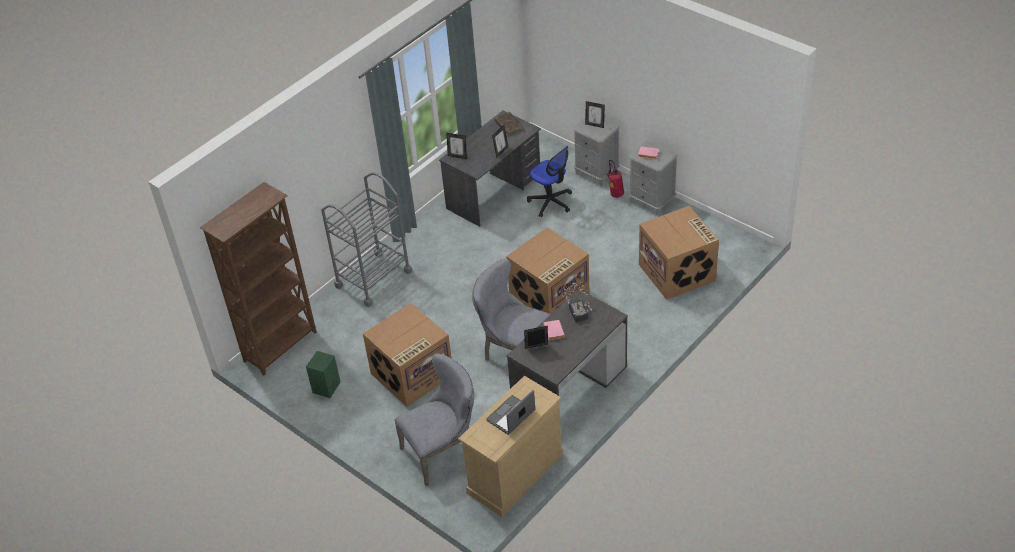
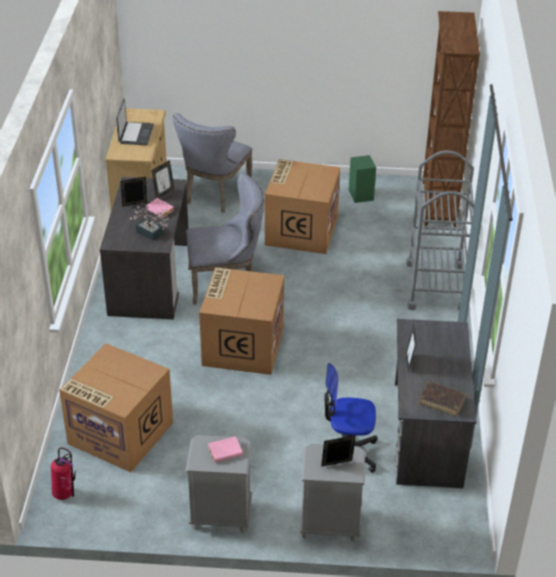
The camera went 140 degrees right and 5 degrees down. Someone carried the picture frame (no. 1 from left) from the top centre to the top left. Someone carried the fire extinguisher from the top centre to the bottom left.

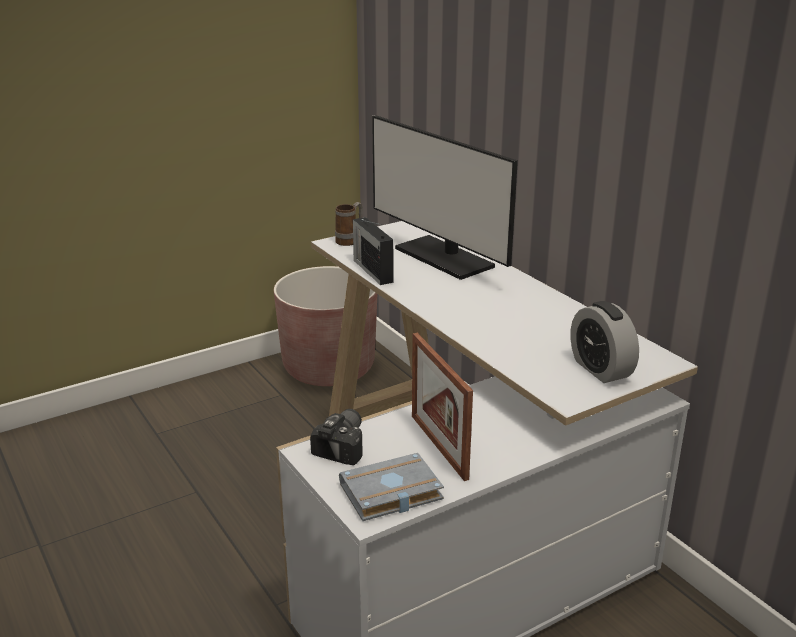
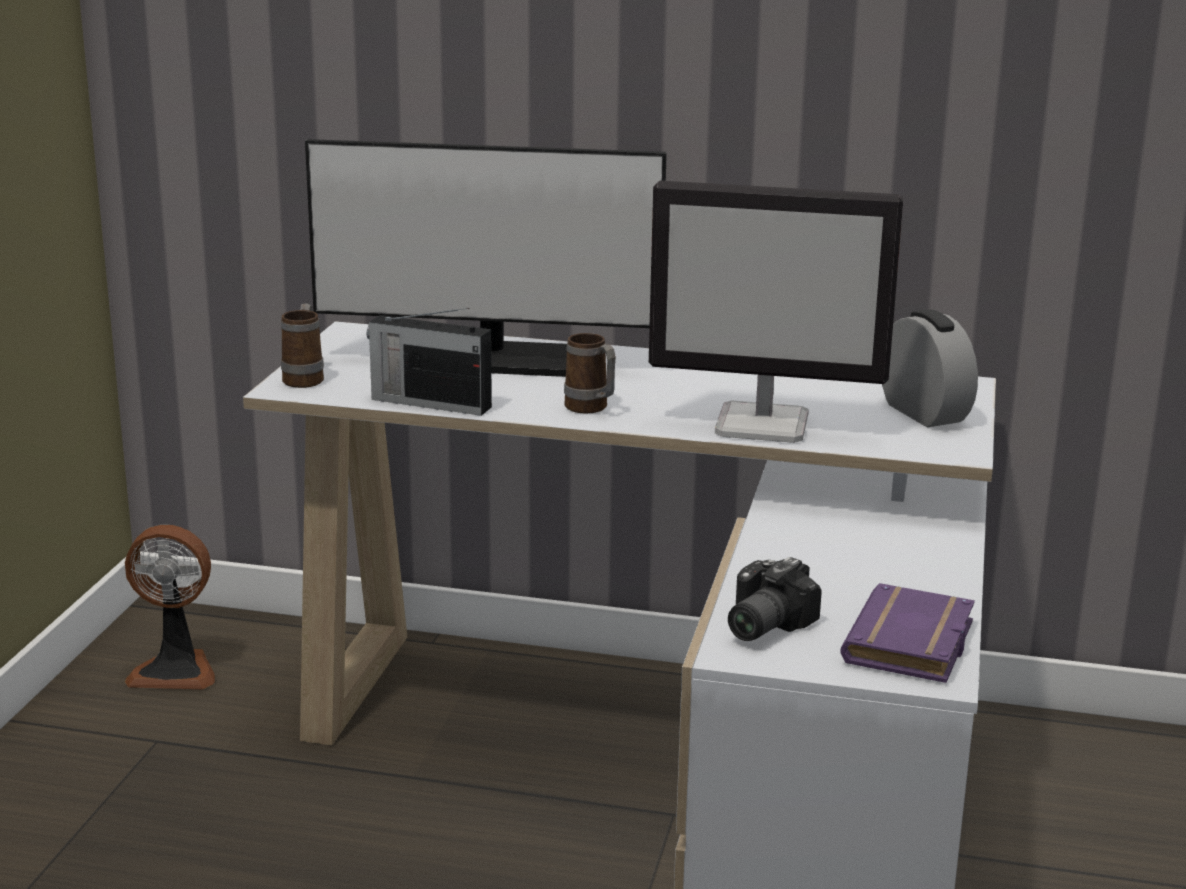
The camera went 45 degrees left and 5 degrees down. Someone swapped the planter (brown) at the centre for the fan at the bottom left. Someone rotated the photo camera at the bottom centre by 120 degrees counterclockwise. Someone repainted the book (grey) at the bottom centre, which became the book (purple) at the bottom right. Someone took away the picture frame at the centre. Someone rotated the alarm clock at the middle right by 135 degrees counterclockwise. Someone put down the mug (no. 2 from left) at the centre. Someone put down the monitor (no. 2 from left) at the centre.

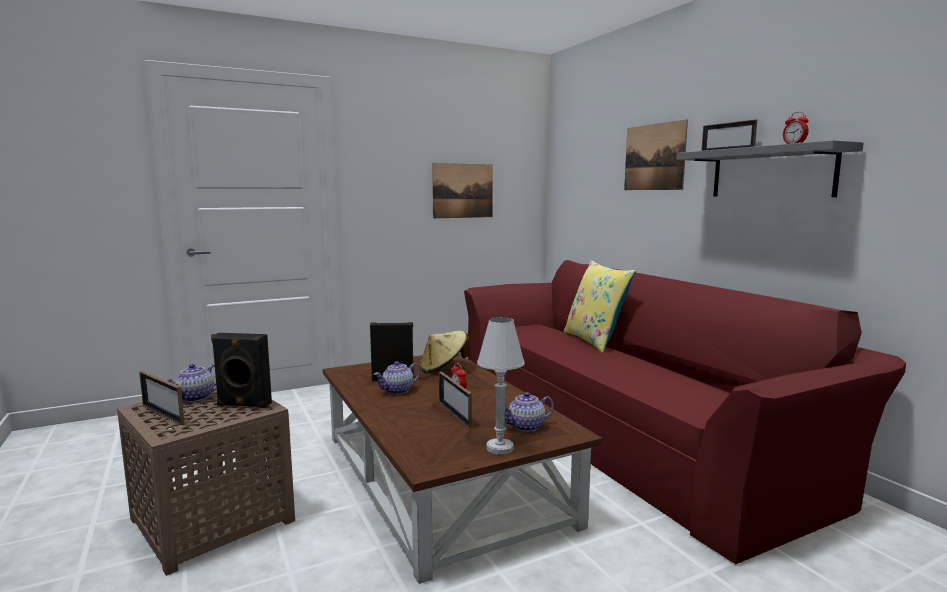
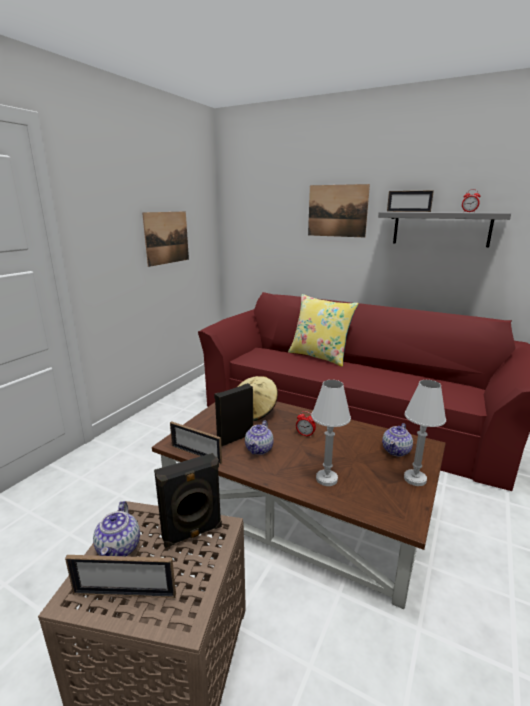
The camera went 35 degrees left and 10 degrees up. Someone carried the picture frame (no. 2 from left) from the bottom centre to the centre. Someone put down the table lamp (white) (no. 1 from left) at the centre.

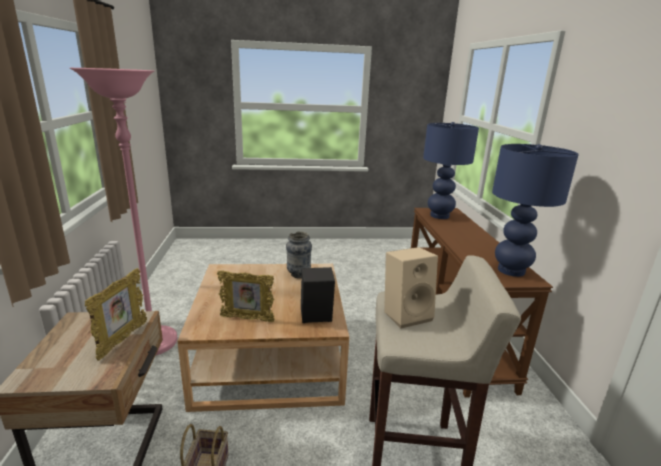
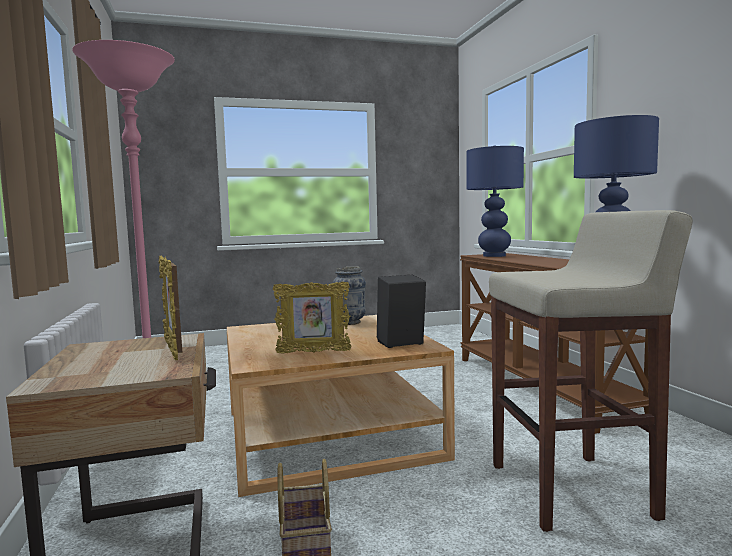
The camera went 10 degrees left and 15 degrees down. Someone rotated the picture frame (no. 1 from left) at the bottom left by 150 degrees clockwise. Someone took away the speaker (beige) at the centre.

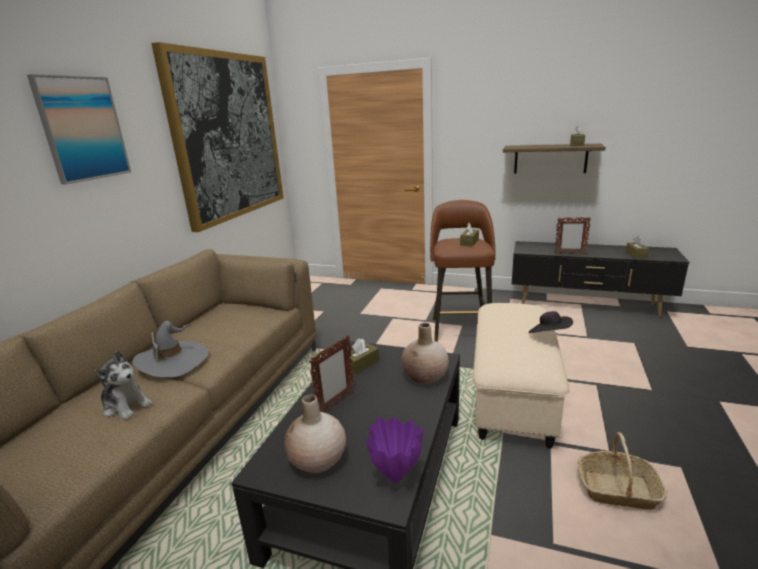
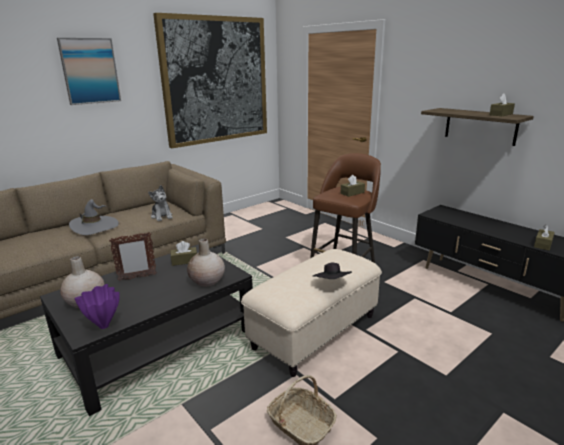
The camera went 30 degrees right and 0 degrees up. Someone carried the plush toy from the bottom left to the middle left. Someone took away the picture frame (no. 2 from left) at the middle right.

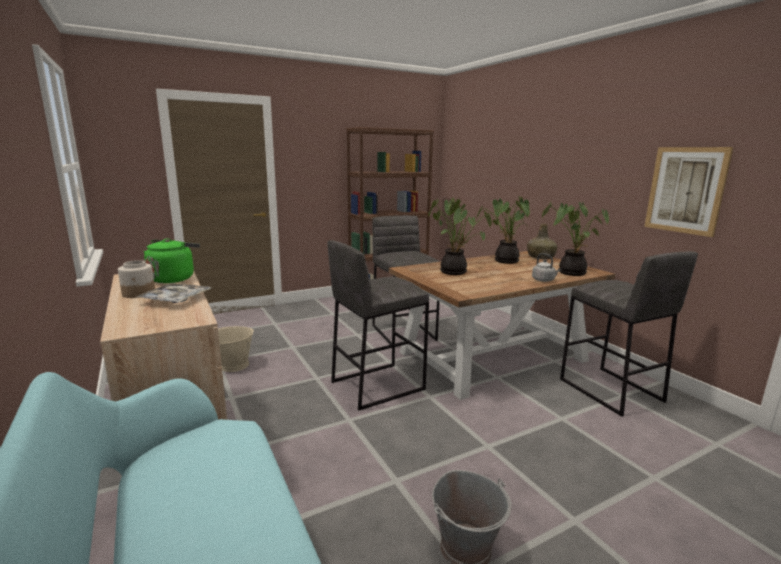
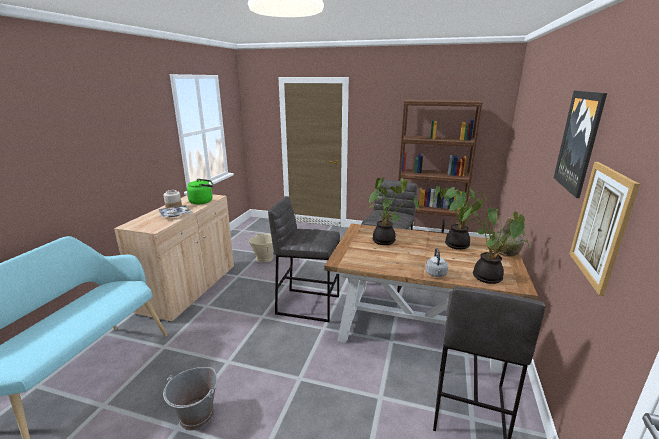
The camera went 45 degrees right and 5 degrees up. Someone put up the picture (no. 1 from left) at the top right.

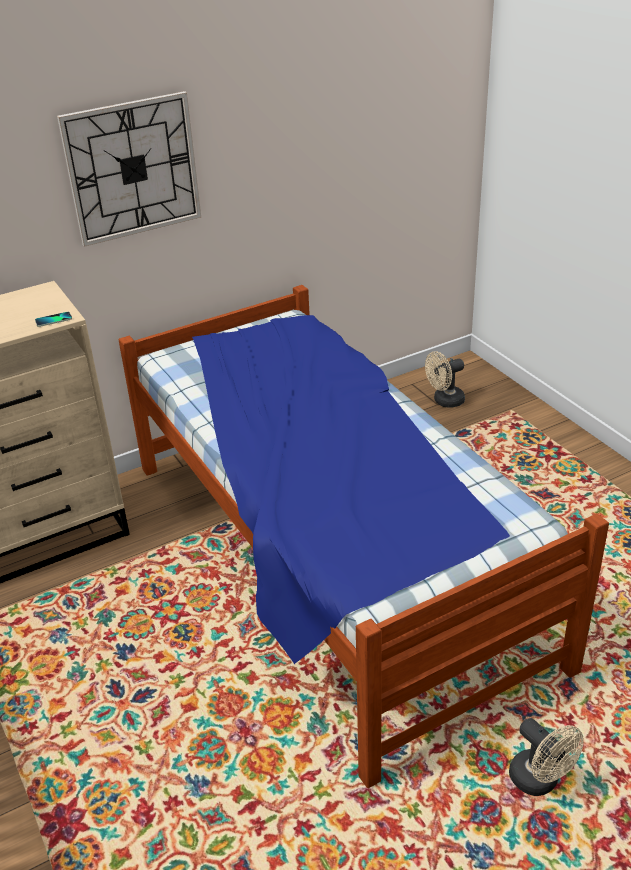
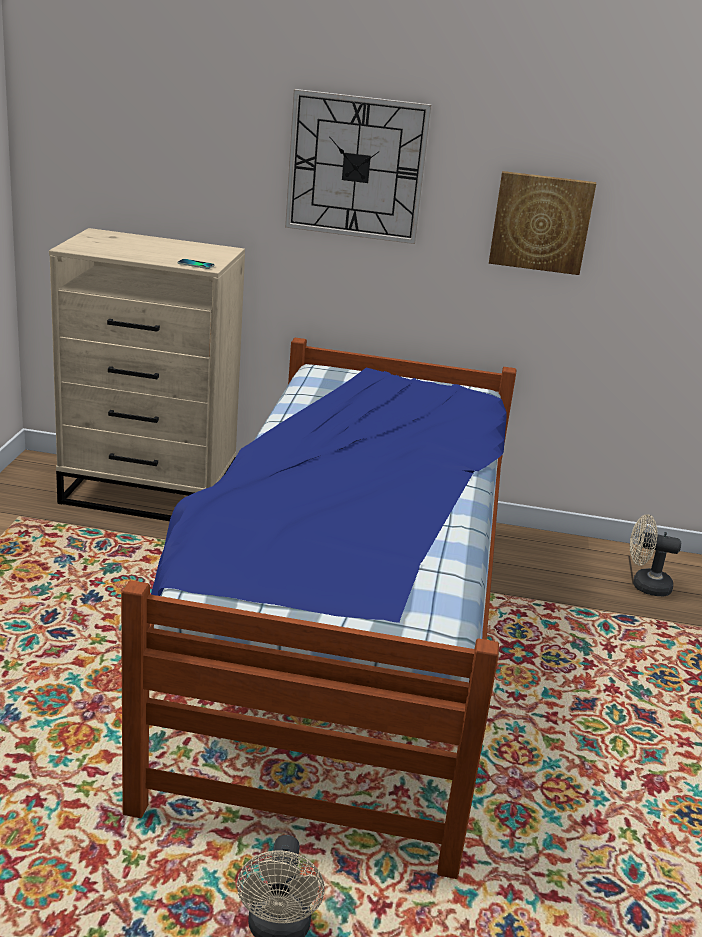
The camera went 35 degrees right and 10 degrees down. Someone put up the picture at the top right.

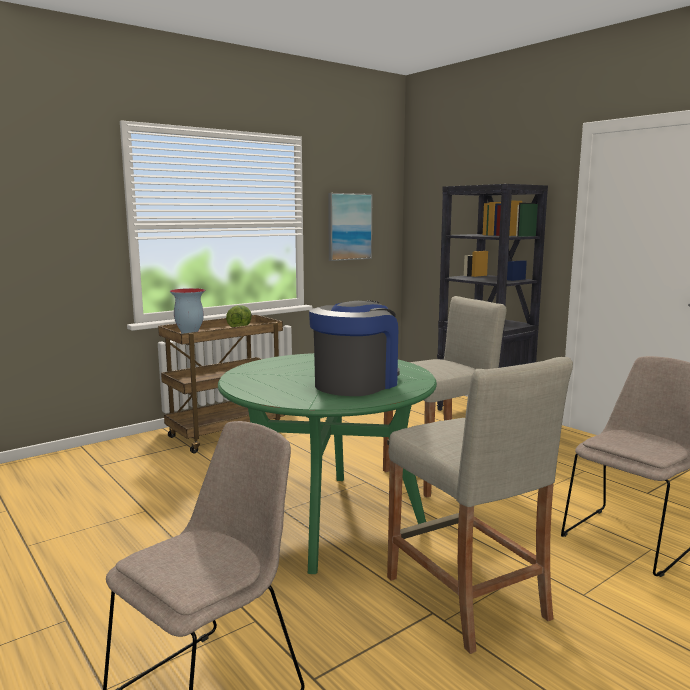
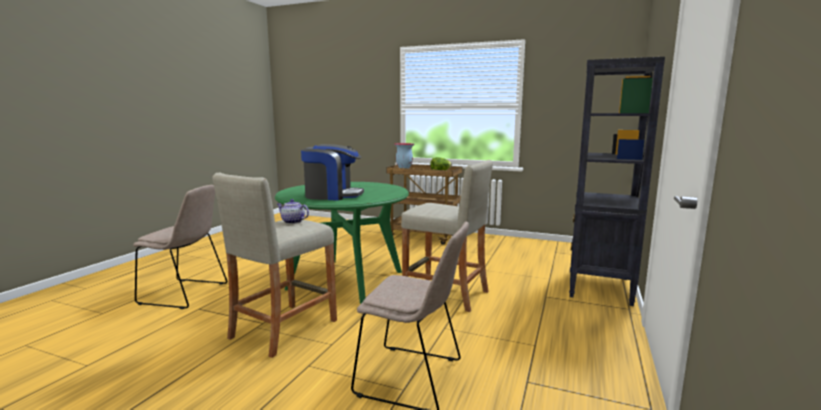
The camera went 60 degrees right and 0 degrees up. Someone took away the picture at the top centre. Someone put down the teapot at the centre.

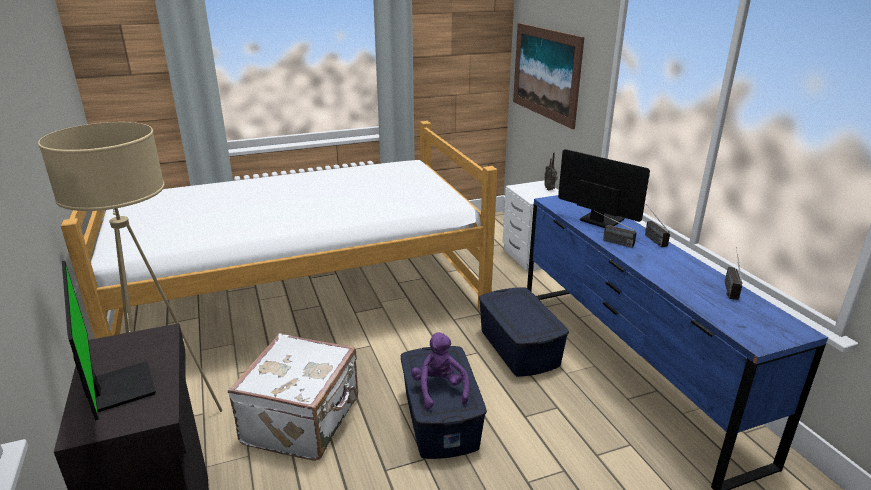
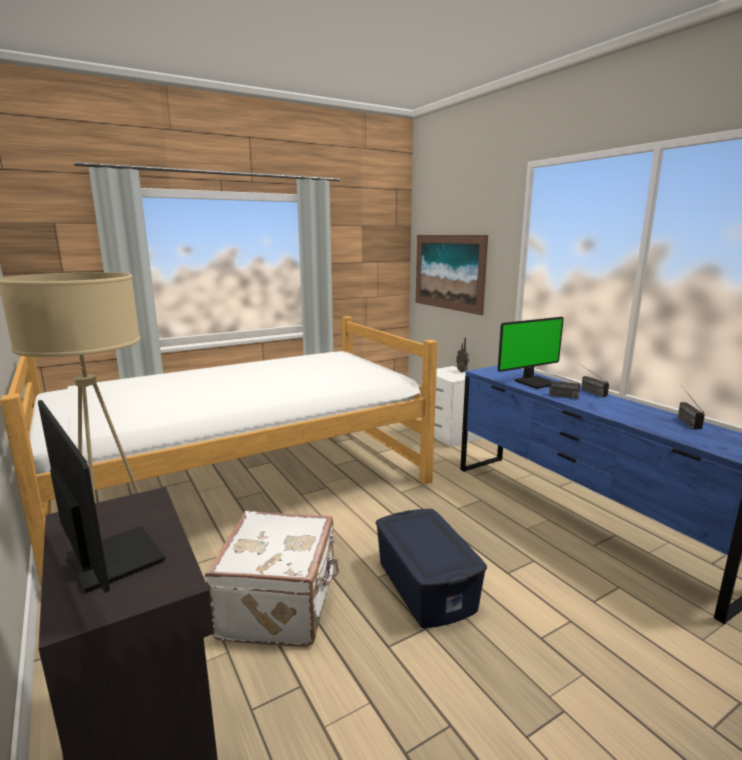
The camera went 10 degrees left and 10 degrees down. Someone took away the plush toy (purple) at the bottom centre. Someone took away the storage box (blue) (no. 2 from left) at the bottom centre. Someone rotated the monitor (no. 2 from left) at the middle right by 120 degrees clockwise.

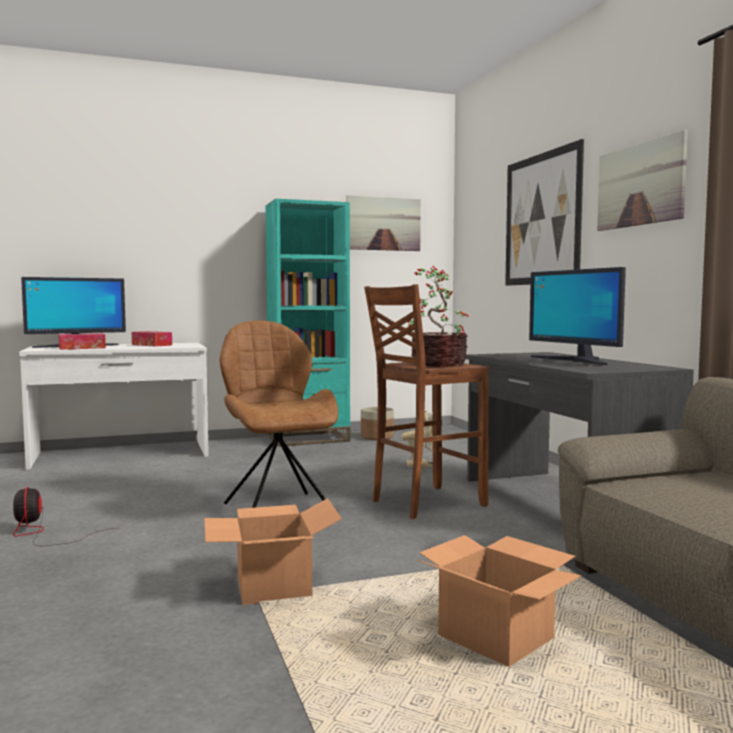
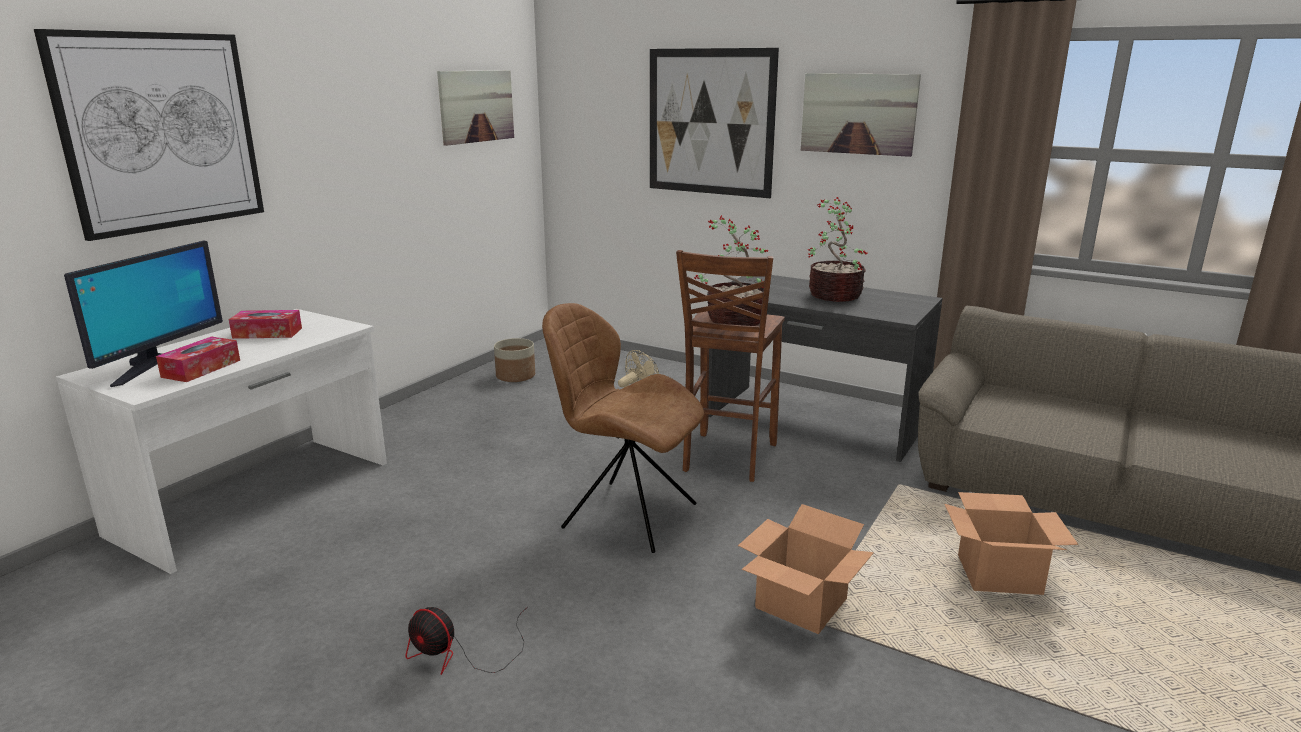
The camera went 40 degrees left and 15 degrees up. Someone took away the bookcase (turquoise) at the centre. Someone swapped the monitor (no. 2 from left) at the middle right for the potted plant (no. 2 from left) at the centre. Someone put up the picture (no. 1 from left) at the top left.

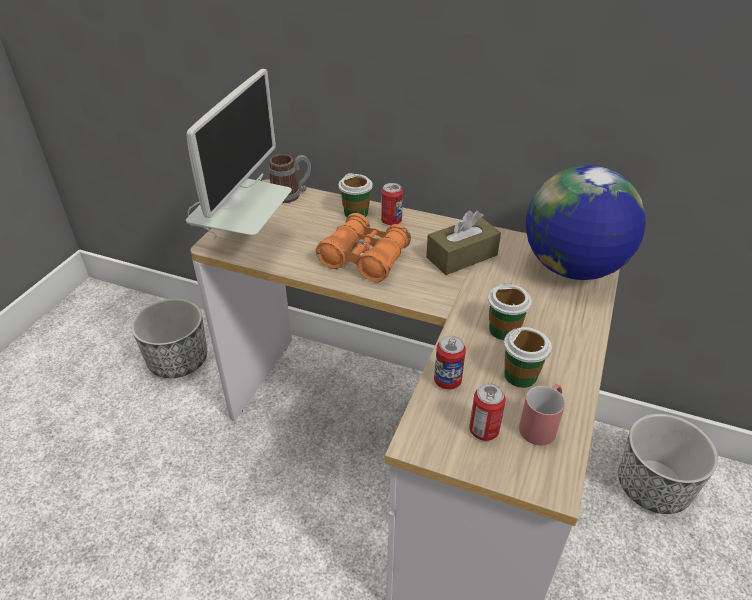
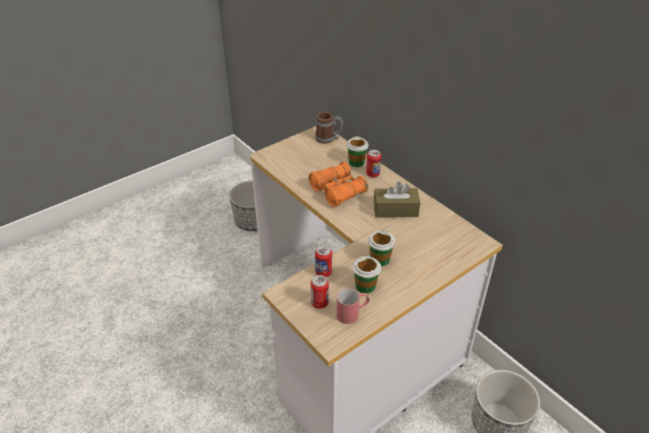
The camera went 30 degrees right and 0 degrees up. Someone took away the monitor at the top left. Someone took away the globe at the middle right.

